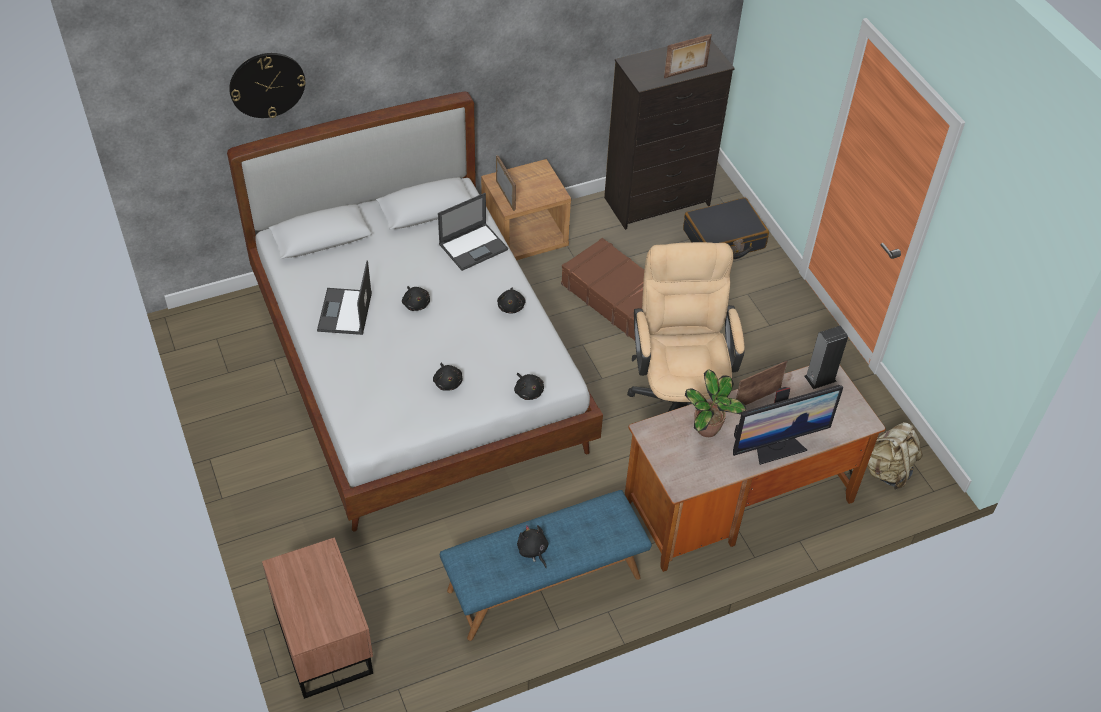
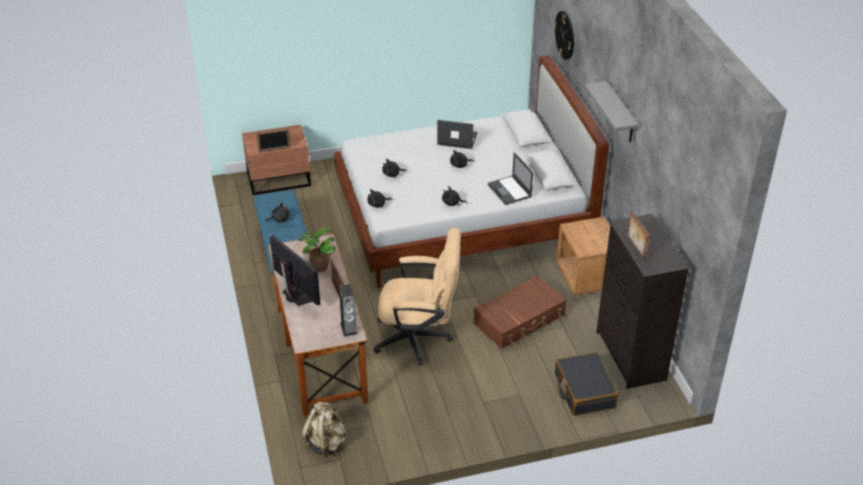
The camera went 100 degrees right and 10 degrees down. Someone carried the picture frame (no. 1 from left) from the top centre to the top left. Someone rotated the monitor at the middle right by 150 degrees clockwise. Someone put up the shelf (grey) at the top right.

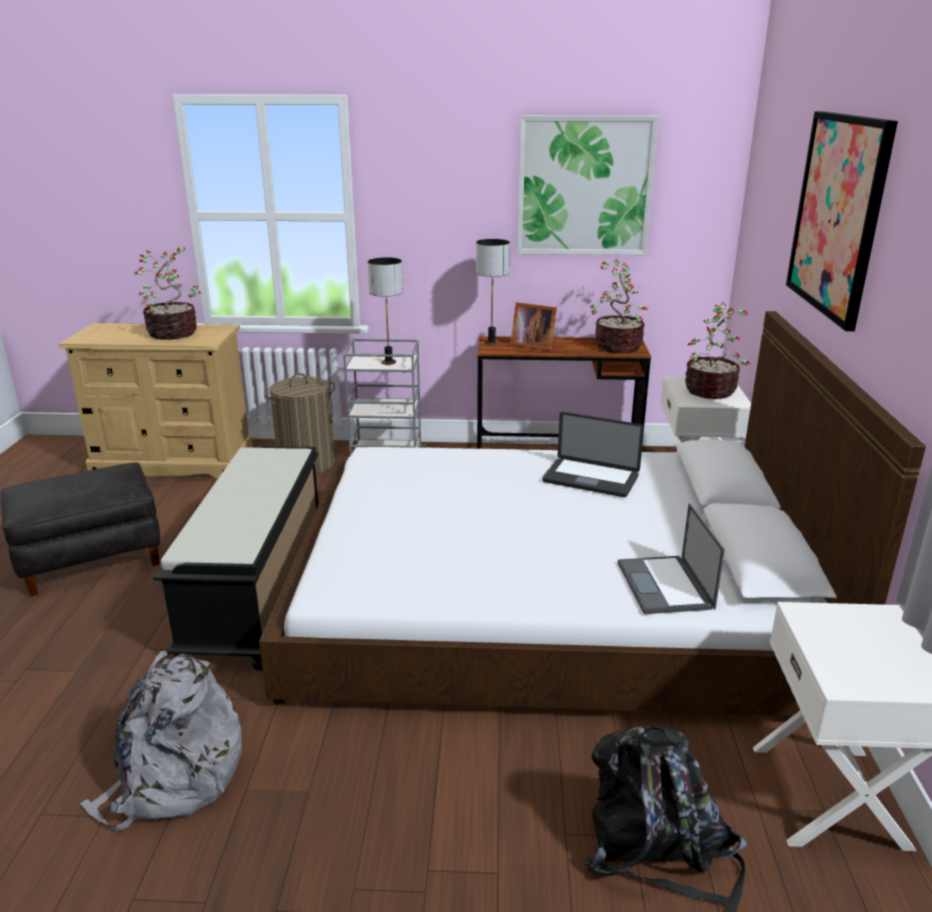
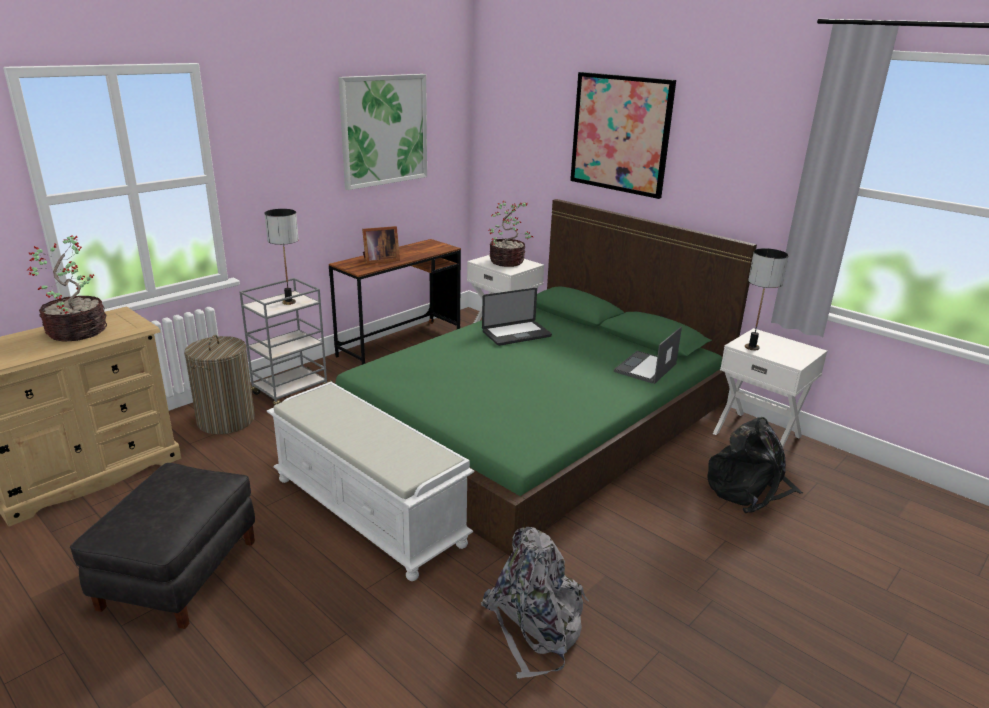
The camera went 50 degrees left and 0 degrees up. Someone repainted the bench (black) at the middle left, which became the bench (white) at the bottom centre. Someone repainted the bed (white) at the centre, which became the bed (green) at the centre. Someone carried the table lamp (no. 2 from left) from the top centre to the middle right. Someone took away the potted plant (no. 2 from left) at the centre. Someone rotated the laptop (no. 2 from left) at the middle right by 90 degrees clockwise.

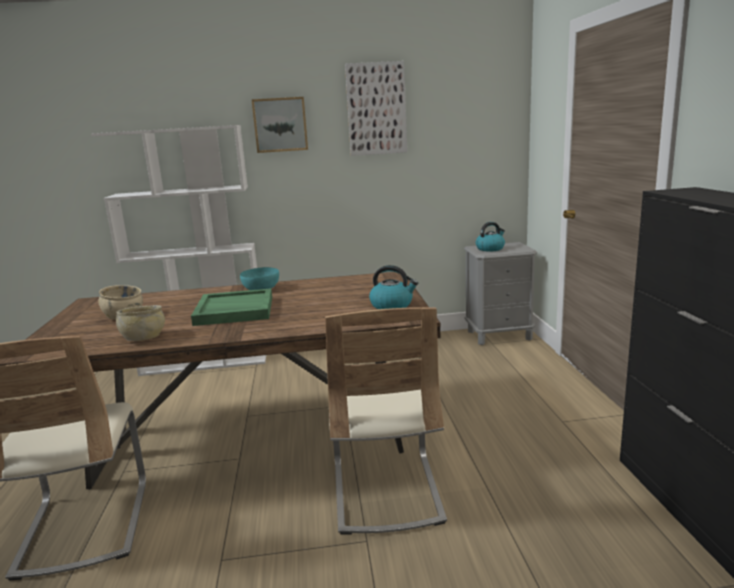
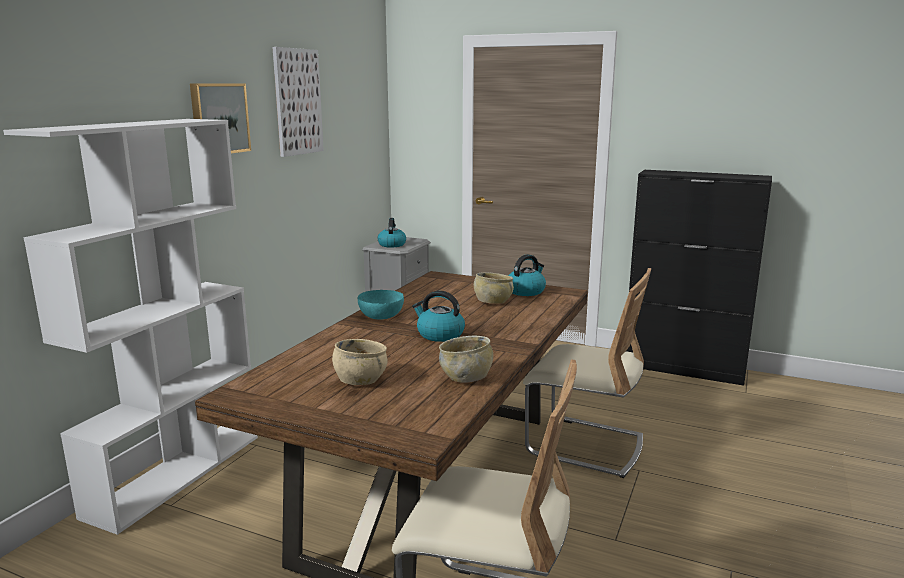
The camera went 60 degrees left and 0 degrees up. Someone swapped the tray (green) at the middle left for the kettle (no. 2 from left) at the centre. Someone put down the bowl (beige) (no. 3 from left) at the centre.

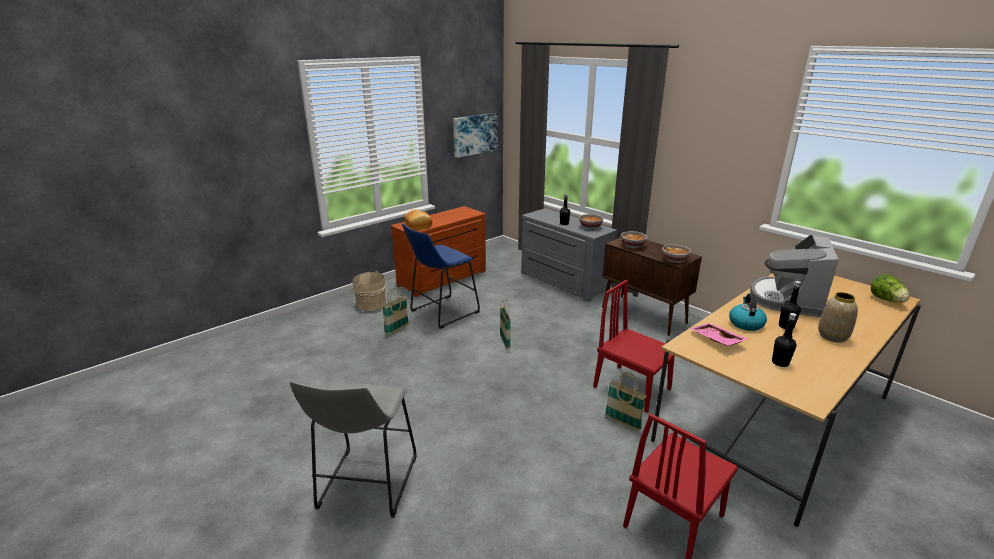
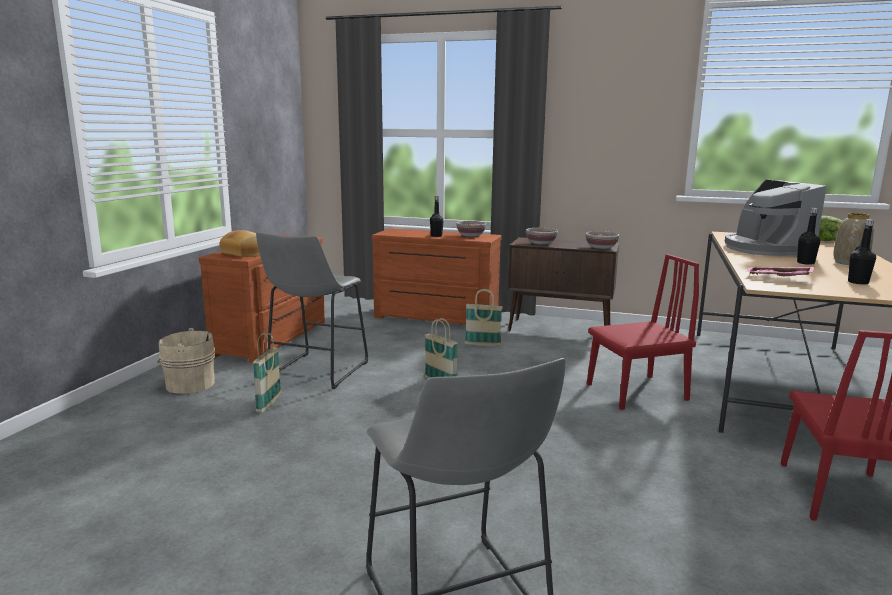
The camera went 30 degrees left and 10 degrees down. Someone repainted the stool (blue) at the centre, which became the stool (grey) (no. 1 from left) at the centre. Someone took away the picture at the top centre. Someone repainted the dresser (grey) at the centre, which became the dresser (brown) (no. 2 from left) at the centre. Someone rotated the chair (red) (no. 1 from left) at the centre by 150 degrees clockwise. Someone carried the basket (no. 3 from left) from the bottom centre to the centre. Someone took away the kettle at the middle right.

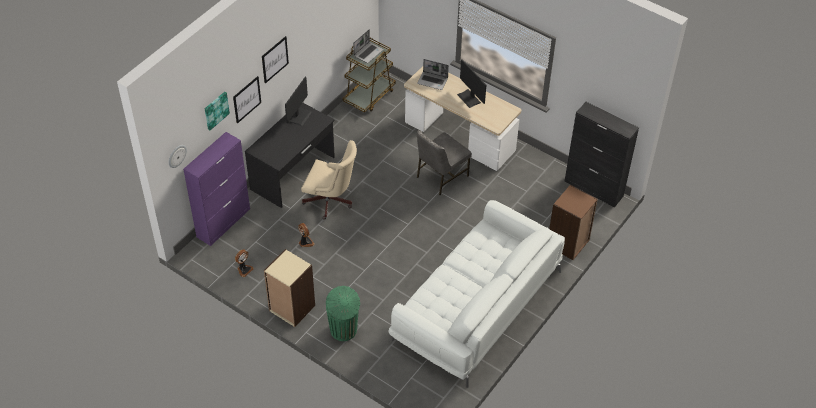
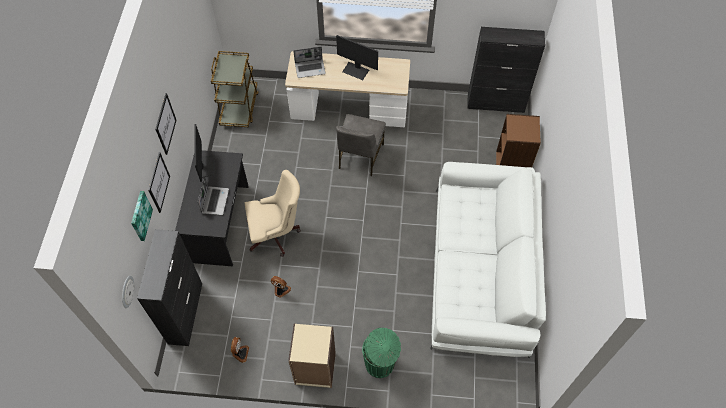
The camera went 30 degrees left and 10 degrees up. Someone repainted the cabinet (purple) at the middle left, which became the cabinet (black) (no. 1 from left) at the bottom left. Someone carried the laptop (no. 1 from left) from the top centre to the middle left.

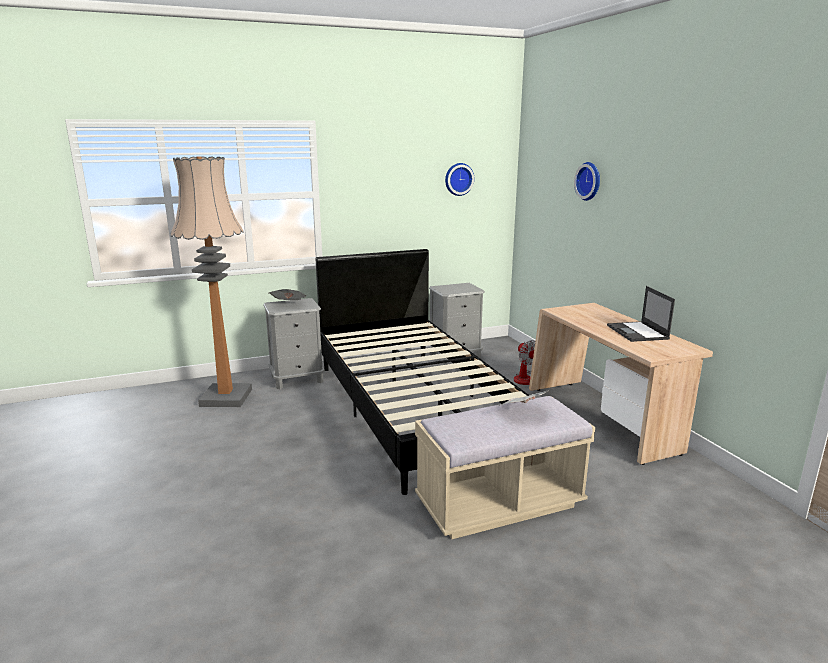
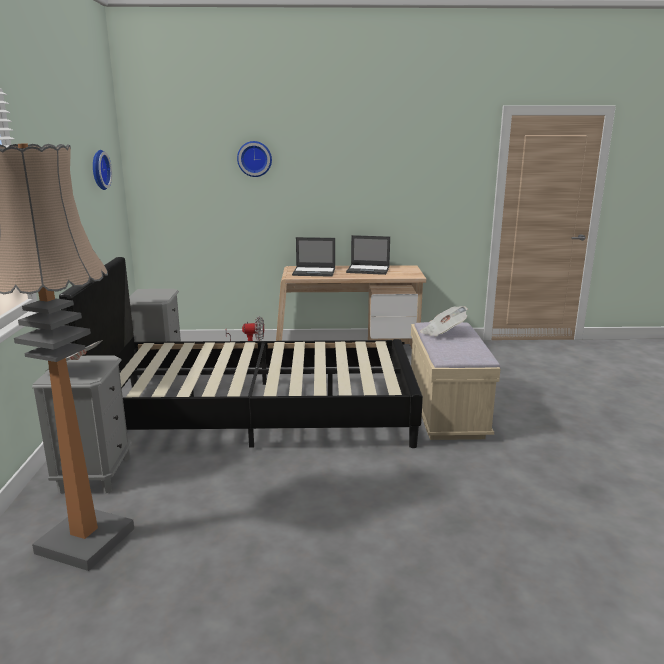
The camera went 70 degrees left and 0 degrees up. Someone put down the laptop (no. 1 from left) at the centre.

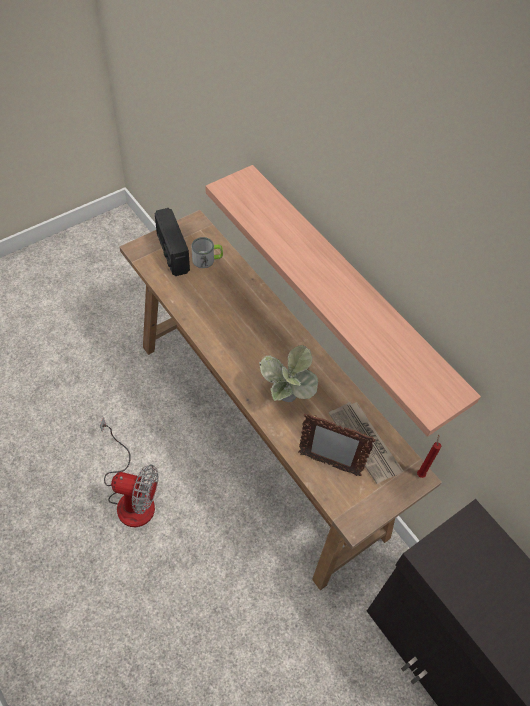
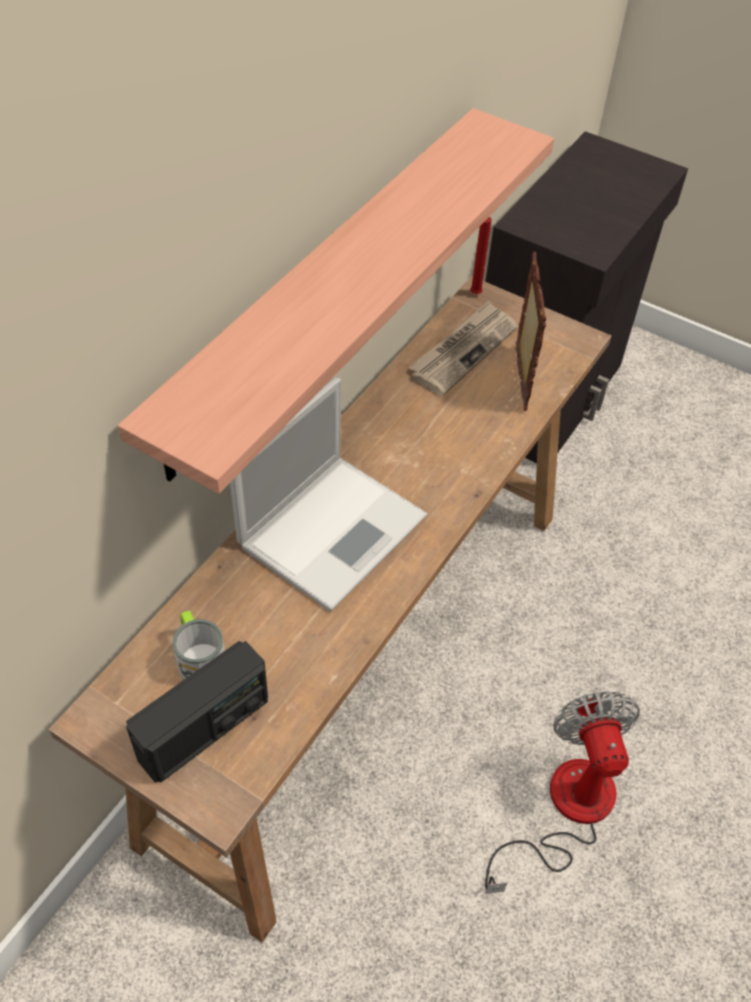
The camera went 110 degrees left and 5 degrees down. Someone took away the potted plant at the centre. Someone put down the laptop at the centre.

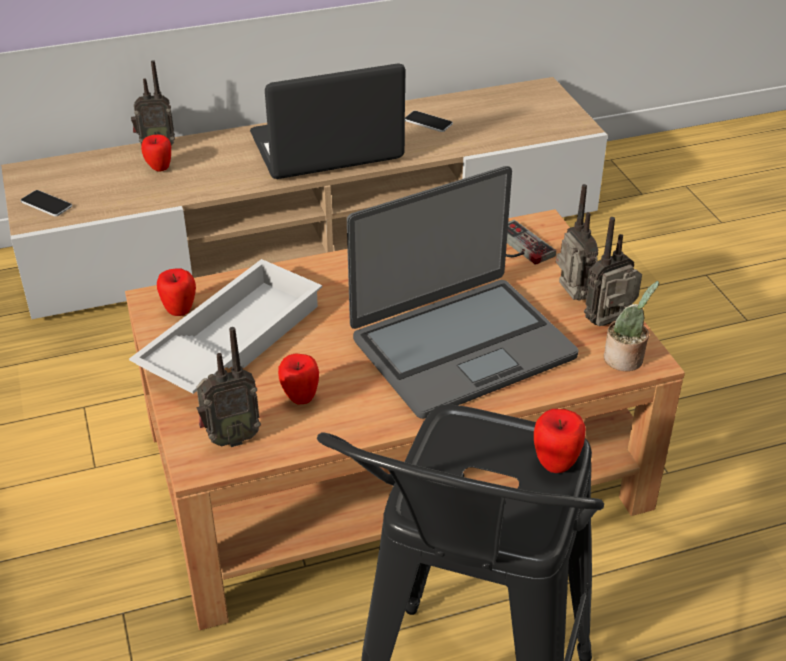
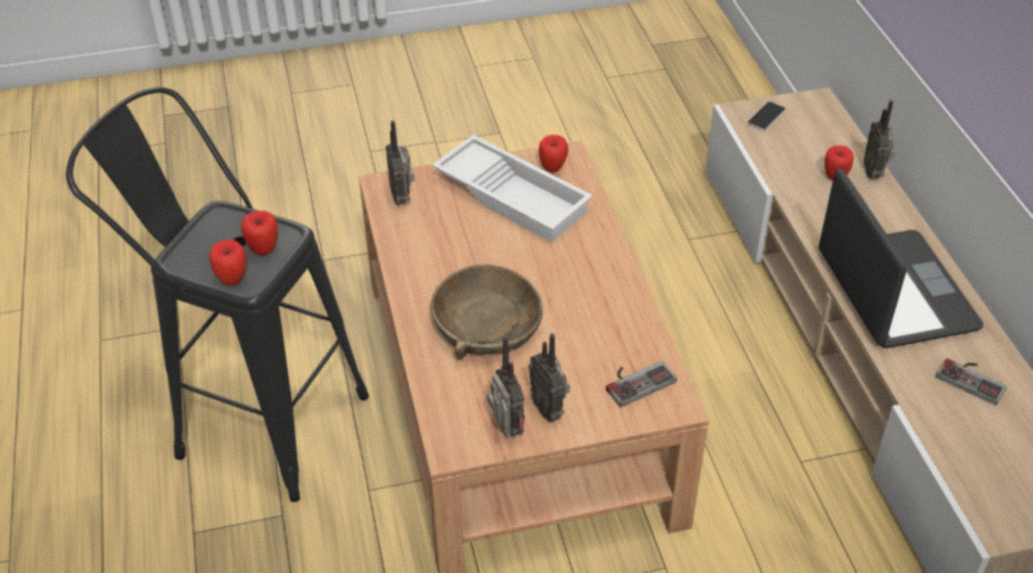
The camera went 95 degrees right and 5 degrees up. Someone carried the apple (no. 3 from left in the first image) from the centre to the middle left. Someone swapped the laptop (no. 2 from left) at the centre for the bowl (brown) at the centre. Someone swapped the phone (no. 2 from left) at the top centre for the game controller (no. 2 from left) at the middle right. Someone rotated the radio (no. 3 from left) at the middle right by 75 degrees clockwise. Someone took away the potted plant at the middle right.

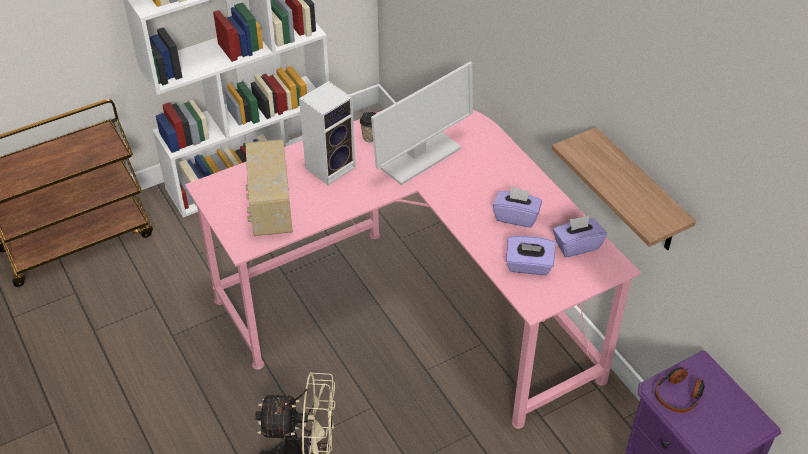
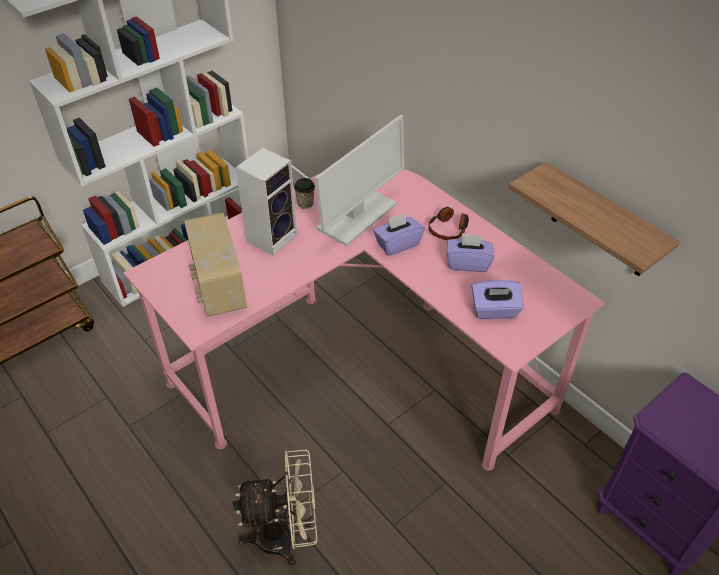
The camera went 10 degrees left and 0 degrees up. Someone carried the tissue box (purple) (no. 3 from left in the first image) from the middle right to the centre. Someone carried the headphones from the bottom right to the centre.

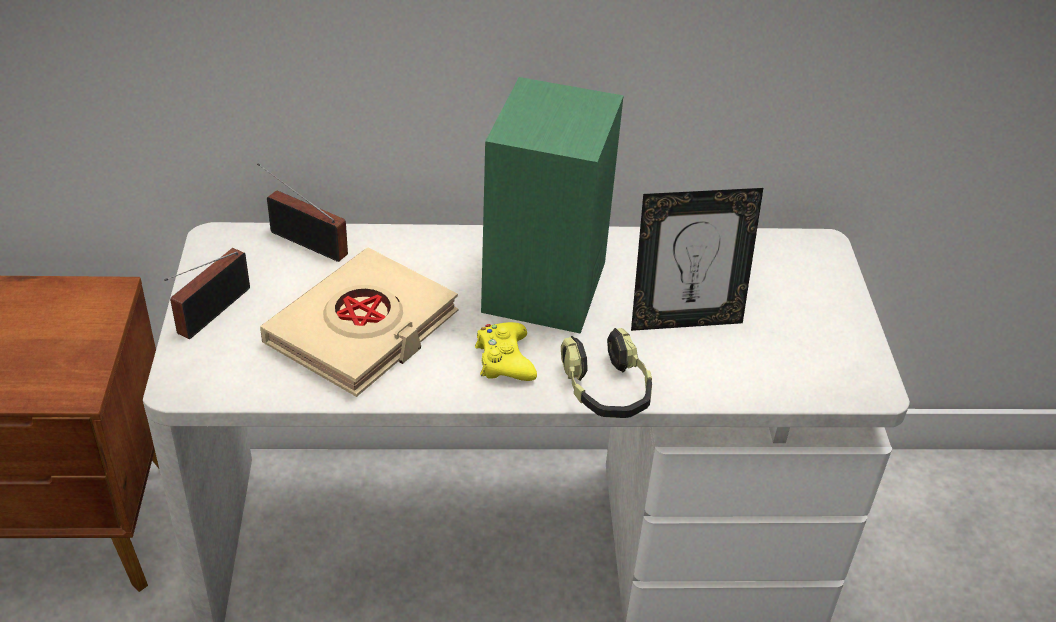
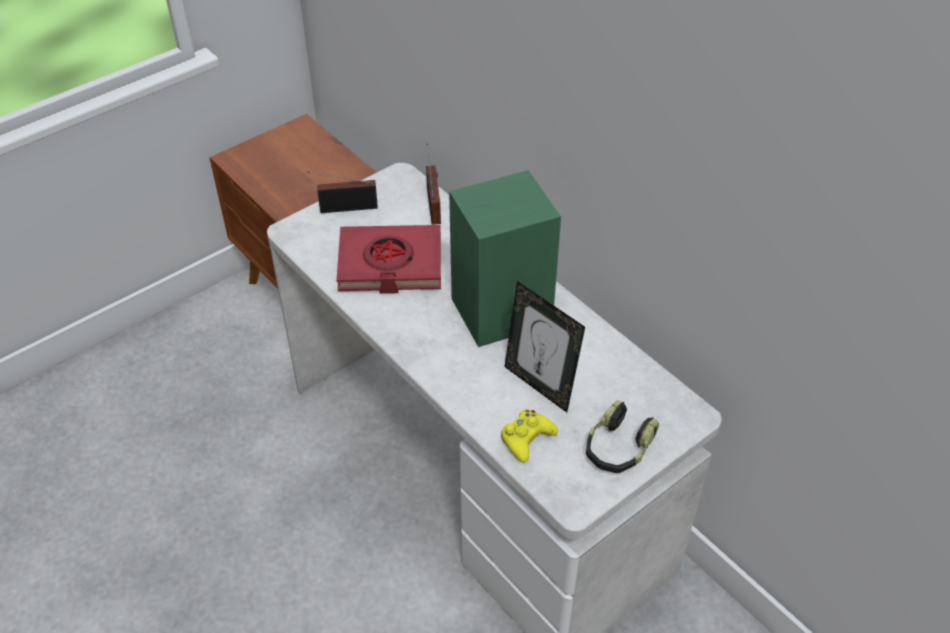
The camera went 55 degrees right and 5 degrees up. Someone repainted the book (beige) at the centre, which became the book (red) at the centre. Someone carried the game controller (yellow) from the centre to the bottom centre. Someone carried the headphones from the centre to the bottom centre.

